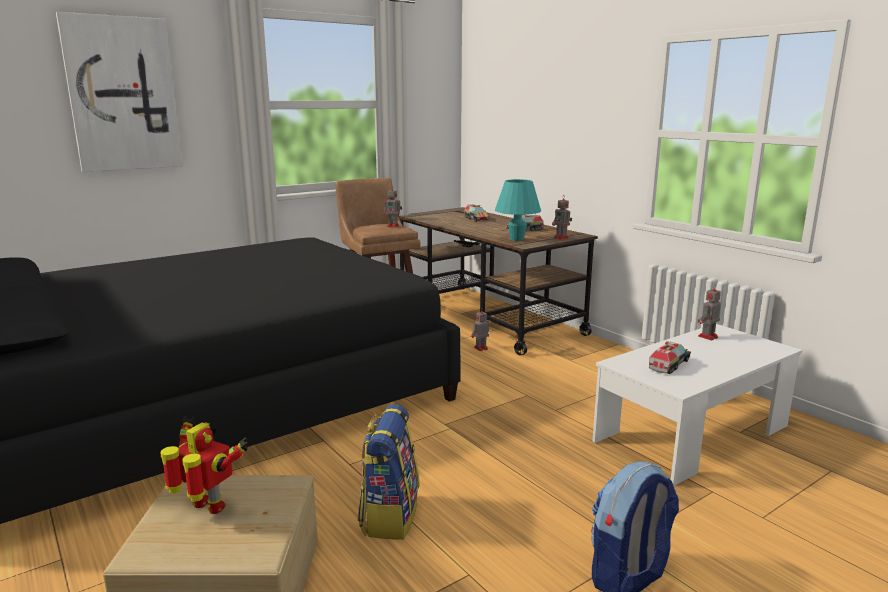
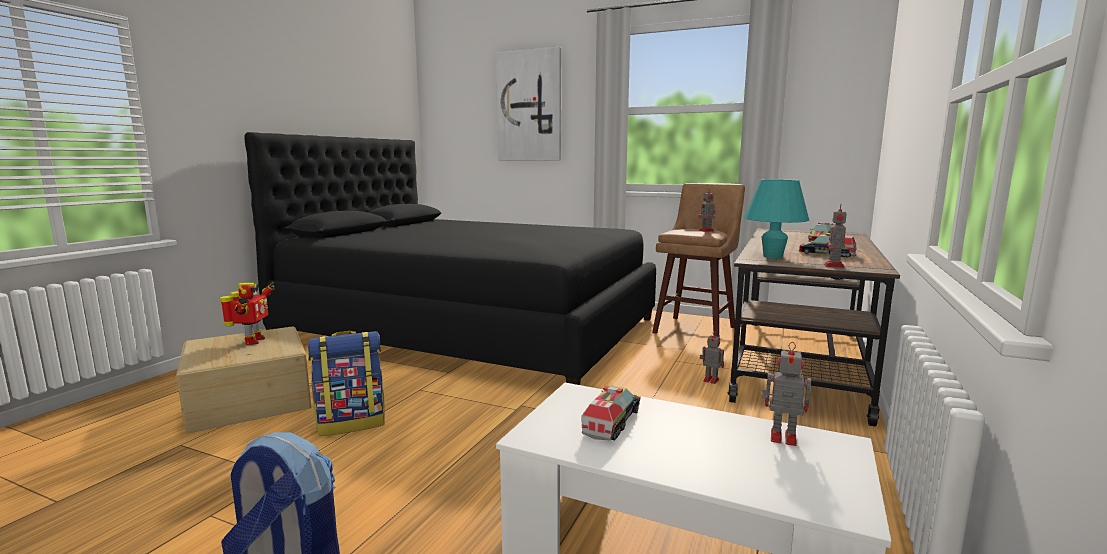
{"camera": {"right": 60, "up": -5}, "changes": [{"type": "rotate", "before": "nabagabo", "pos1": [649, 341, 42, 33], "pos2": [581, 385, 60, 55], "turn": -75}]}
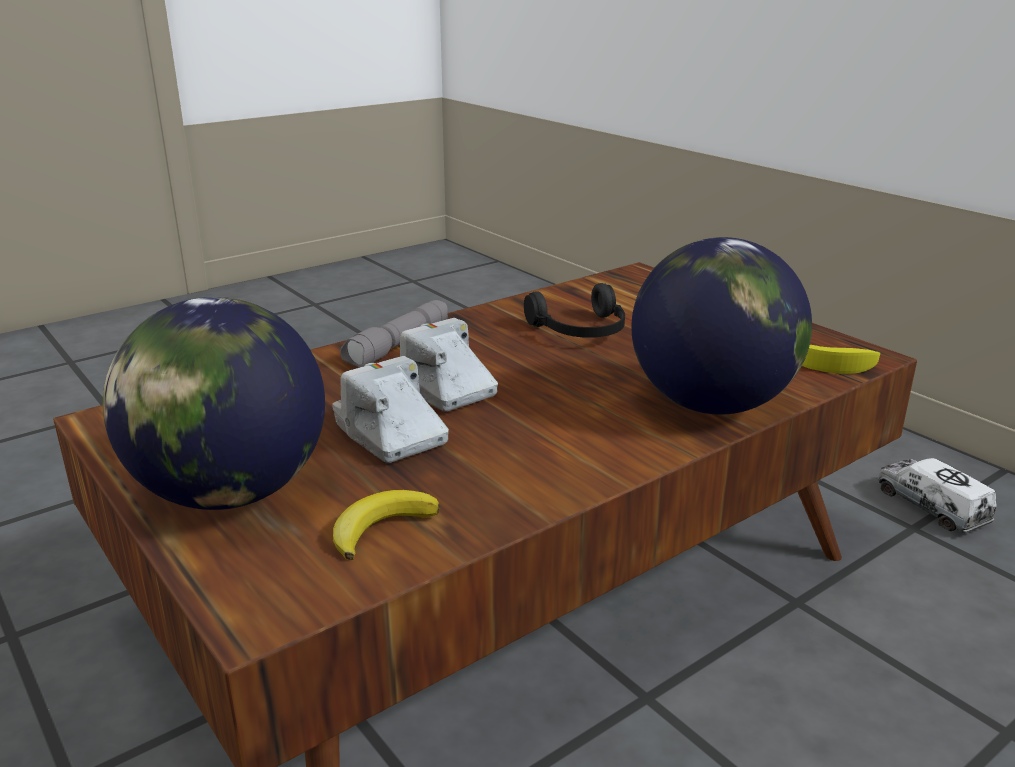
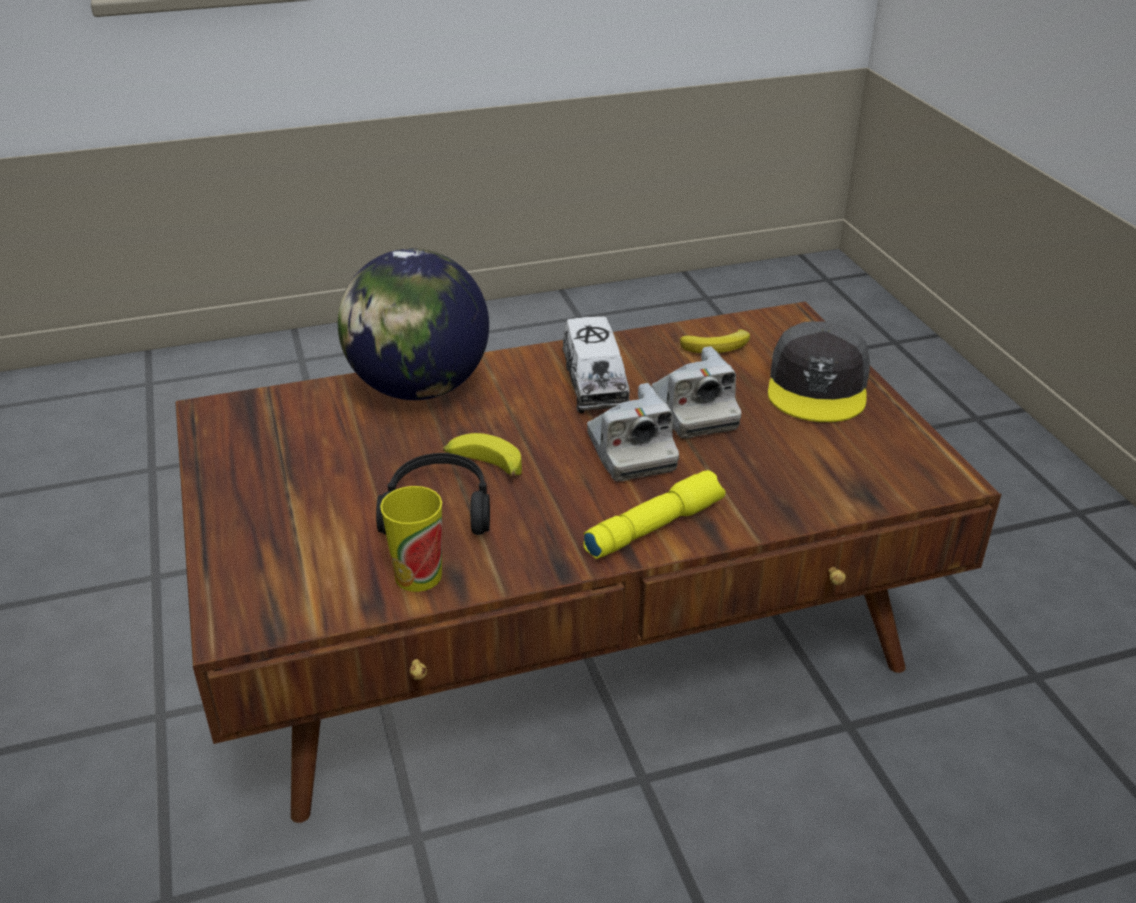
{"camera": {"right": -160, "up": 10}, "changes": [{"type": "replace", "before": "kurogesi", "after": "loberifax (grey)", "pos1": [103, 297, 222, 213], "pos2": [768, 321, 102, 101]}, {"type": "recolor", "before": "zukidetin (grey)", "after": "zukidetin (yellow)", "pos1": [340, 300, 108, 67], "pos2": [583, 470, 143, 89]}, {"type": "move", "before": "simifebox", "pos1": [802, 345, 78, 29], "pos2": [443, 433, 79, 44]}, {"type": "move", "before": "nabagabo", "pos1": [878, 458, 119, 75], "pos2": [562, 317, 68, 96]}, {"type": "insert", "after": "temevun", "pos2": [380, 486, 62, 106]}]}
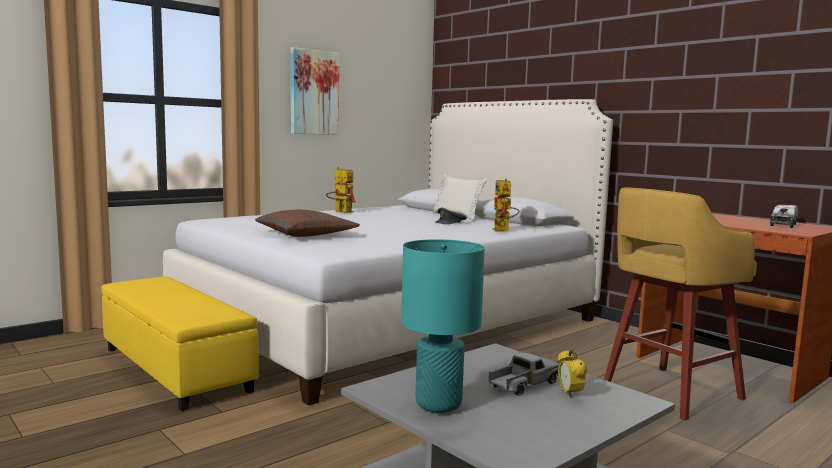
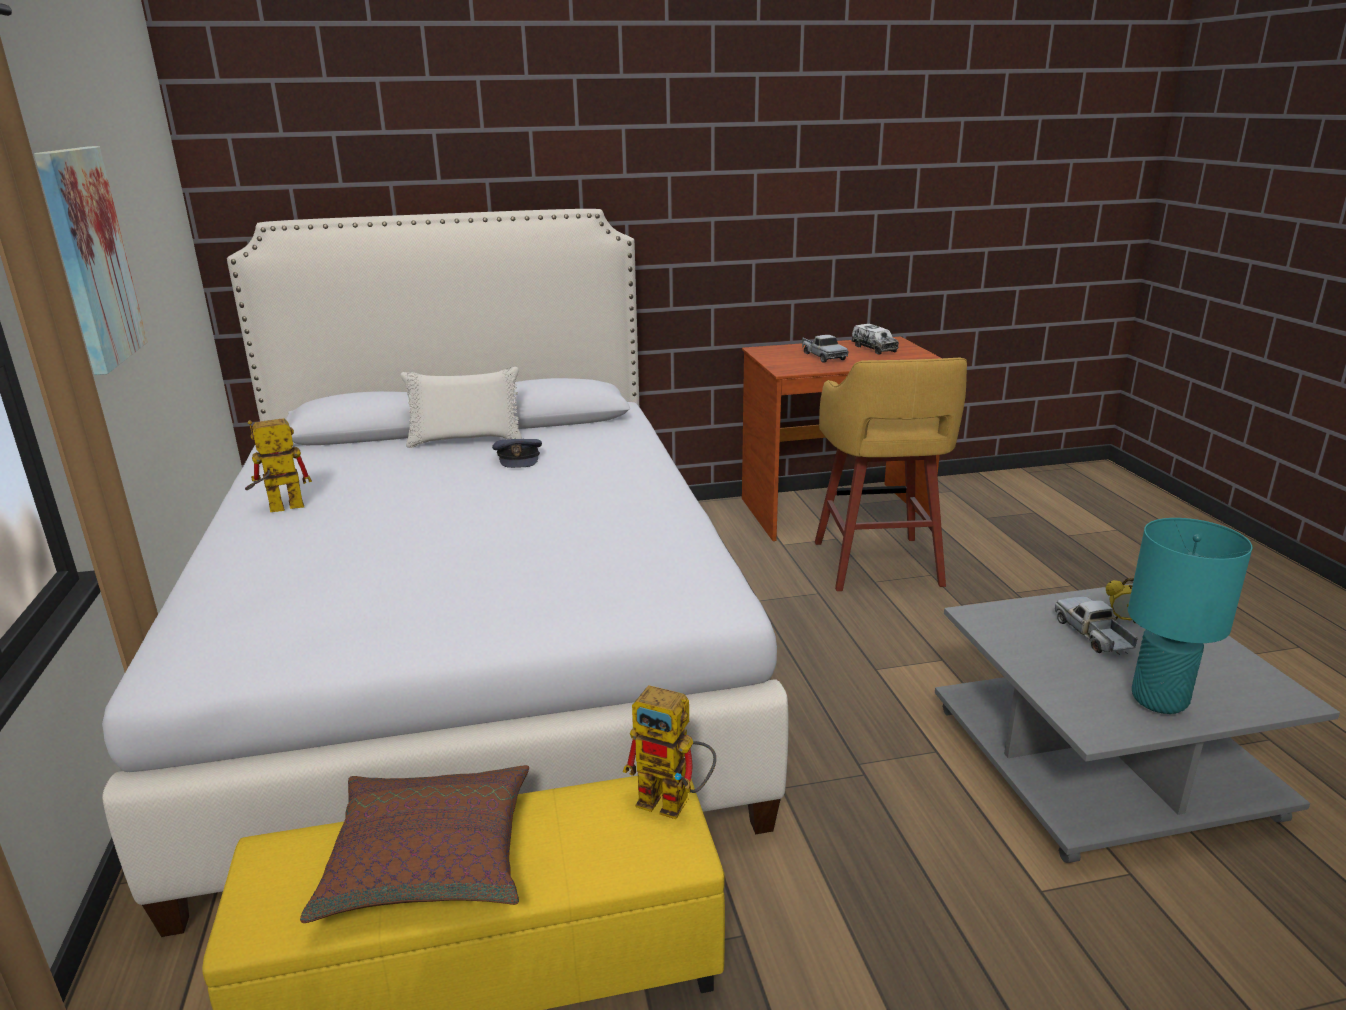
{"camera": {"right": -60, "up": 15}, "changes": [{"type": "move", "before": "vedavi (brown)", "pos1": [255, 210, 105, 27], "pos2": [300, 765, 229, 158]}, {"type": "move", "before": "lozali", "pos1": [492, 178, 27, 54], "pos2": [623, 685, 93, 134]}, {"type": "insert", "after": "nabagabo", "pos2": [802, 335, 47, 28]}]}
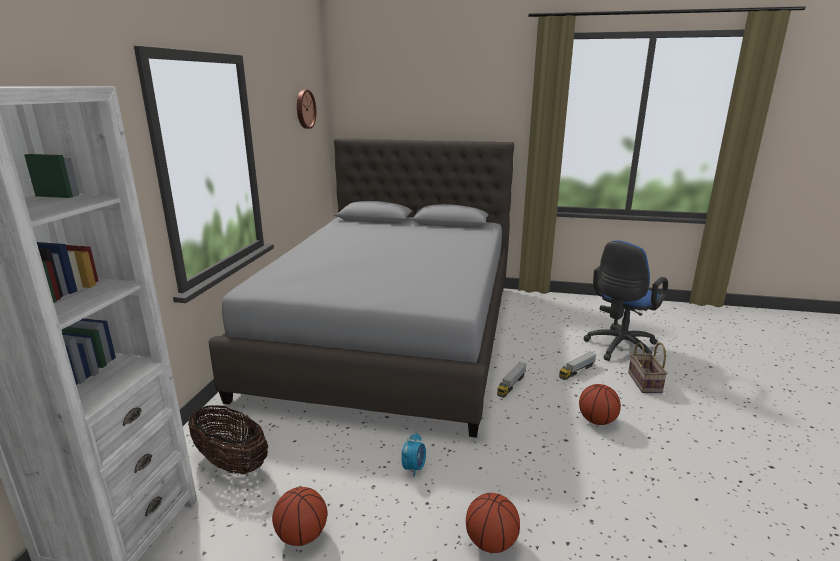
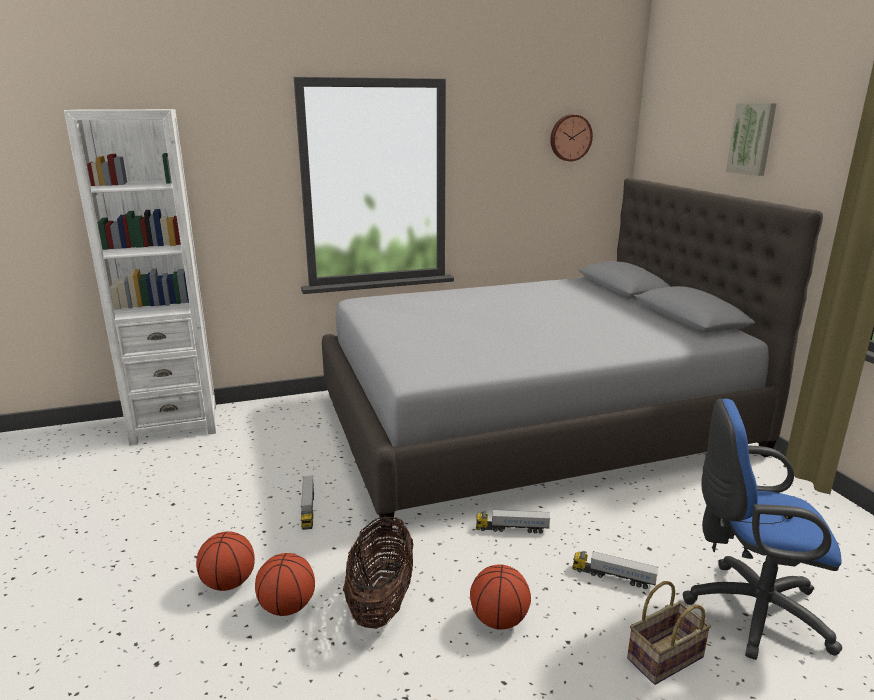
{"camera": {"right": 60, "up": 0}, "changes": [{"type": "move", "before": "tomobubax", "pos1": [188, 405, 80, 70], "pos2": [343, 516, 70, 113]}, {"type": "move", "before": "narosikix", "pos1": [272, 487, 56, 59], "pos2": [255, 553, 60, 63]}, {"type": "replace", "before": "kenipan", "after": "nabagabo", "pos1": [401, 433, 25, 44], "pos2": [301, 475, 13, 55]}, {"type": "insert", "after": "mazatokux", "pos2": [726, 103, 51, 73]}]}
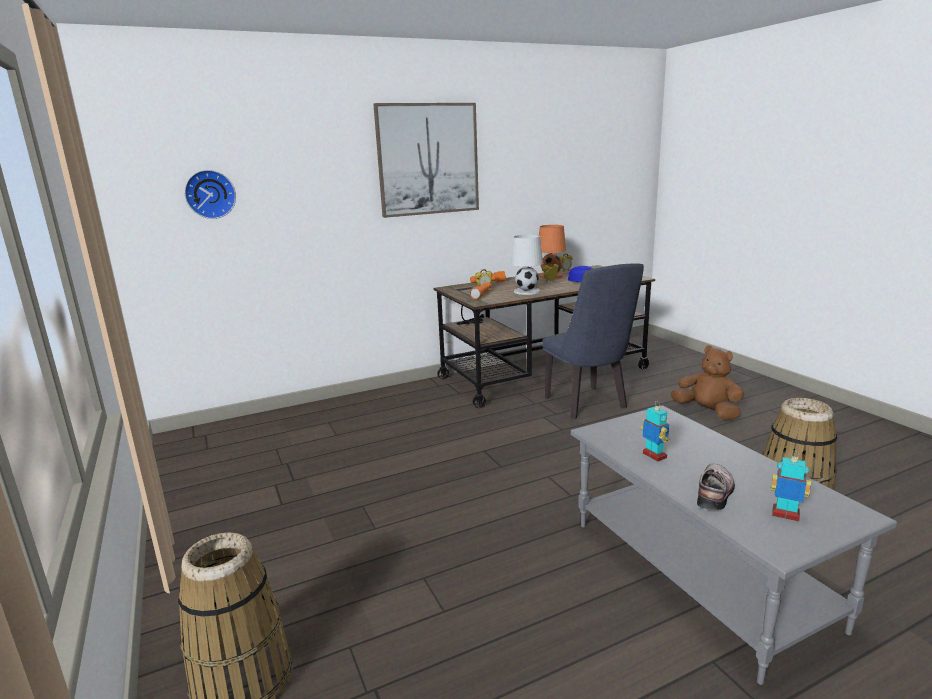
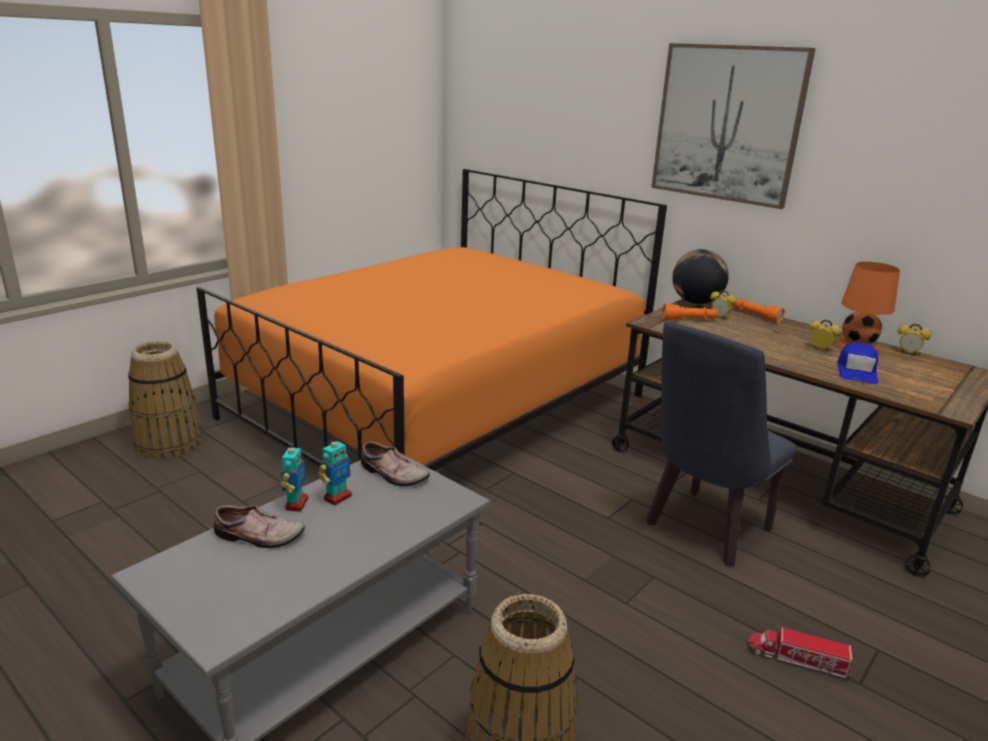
{"camera": {"right": 65, "up": 5}, "changes": [{"type": "delete", "before": "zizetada", "pos1": [184, 170, 52, 49]}, {"type": "delete", "before": "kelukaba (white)", "pos1": [511, 235, 32, 60]}, {"type": "replace", "before": "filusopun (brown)", "after": "nabagabo", "pos1": [671, 345, 73, 75], "pos2": [749, 626, 104, 52]}, {"type": "move", "before": "lozali", "pos1": [770, 451, 41, 71], "pos2": [280, 442, 28, 70]}, {"type": "insert", "after": "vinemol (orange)", "pos2": [197, 169, 470, 302]}, {"type": "insert", "after": "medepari", "pos2": [361, 442, 69, 44]}, {"type": "insert", "after": "kurogesi", "pos2": [672, 249, 57, 55]}]}
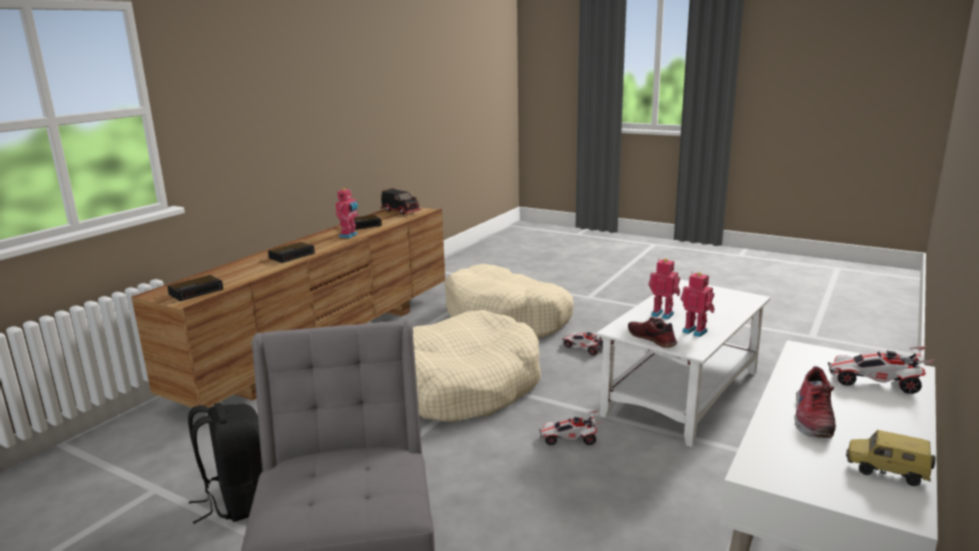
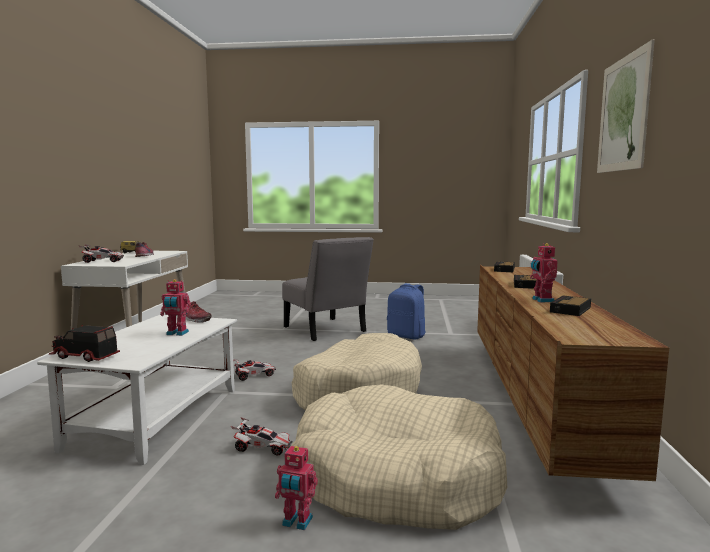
{"camera": {"right": 155, "up": -10}, "changes": [{"type": "recolor", "before": "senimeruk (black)", "after": "senimeruk (blue)", "pos1": [188, 403, 75, 121], "pos2": [387, 283, 39, 56]}, {"type": "move", "before": "nabagabo", "pos1": [380, 188, 42, 27], "pos2": [49, 325, 71, 37]}, {"type": "move", "before": "lozali", "pos1": [680, 272, 35, 65], "pos2": [275, 446, 43, 84]}, {"type": "insert", "after": "mazatokux", "pos2": [597, 40, 58, 133]}]}
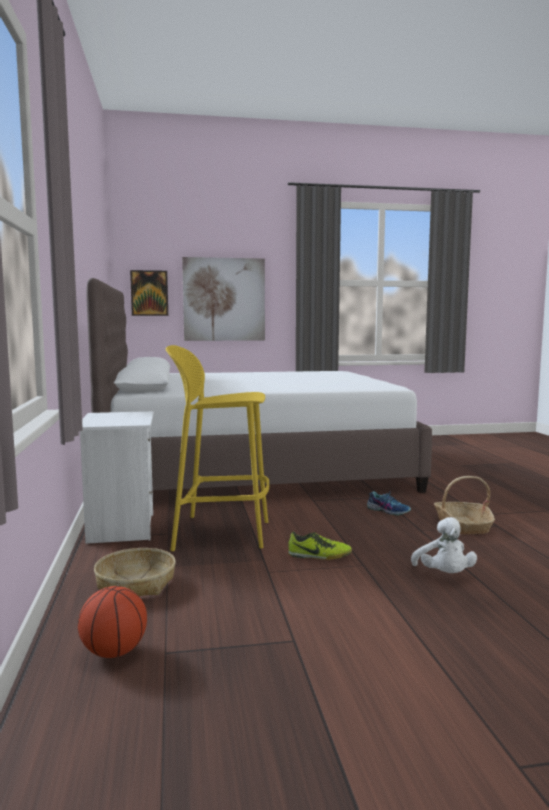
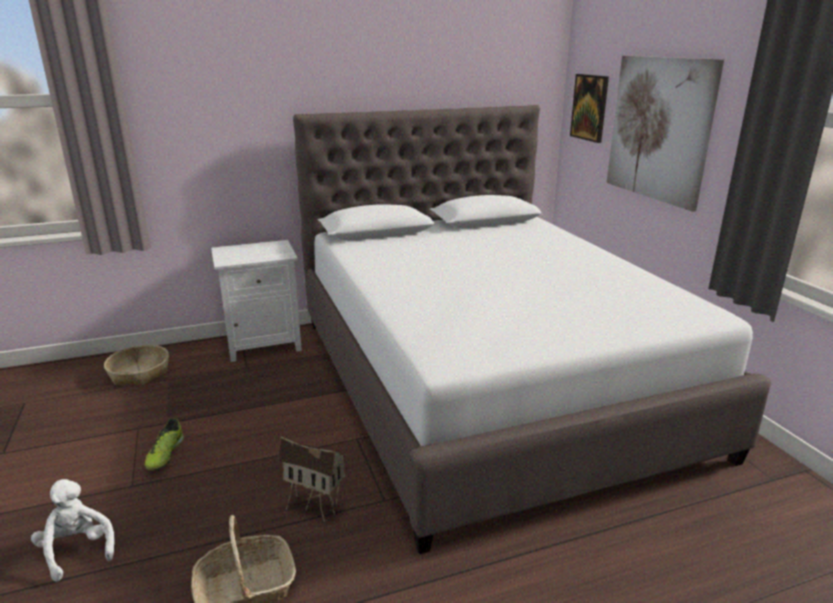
{"camera": {"right": 80, "up": 15}, "changes": [{"type": "delete", "before": "narosikix", "pos1": [78, 586, 69, 72]}, {"type": "delete", "before": "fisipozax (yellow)", "pos1": [166, 345, 103, 206]}, {"type": "replace", "before": "medepari", "after": "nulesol", "pos1": [367, 490, 44, 26], "pos2": [278, 437, 68, 85]}, {"type": "rotate", "before": "filusopun (white)", "pos1": [411, 517, 66, 56], "pos2": [31, 479, 84, 103], "turn": 75}]}
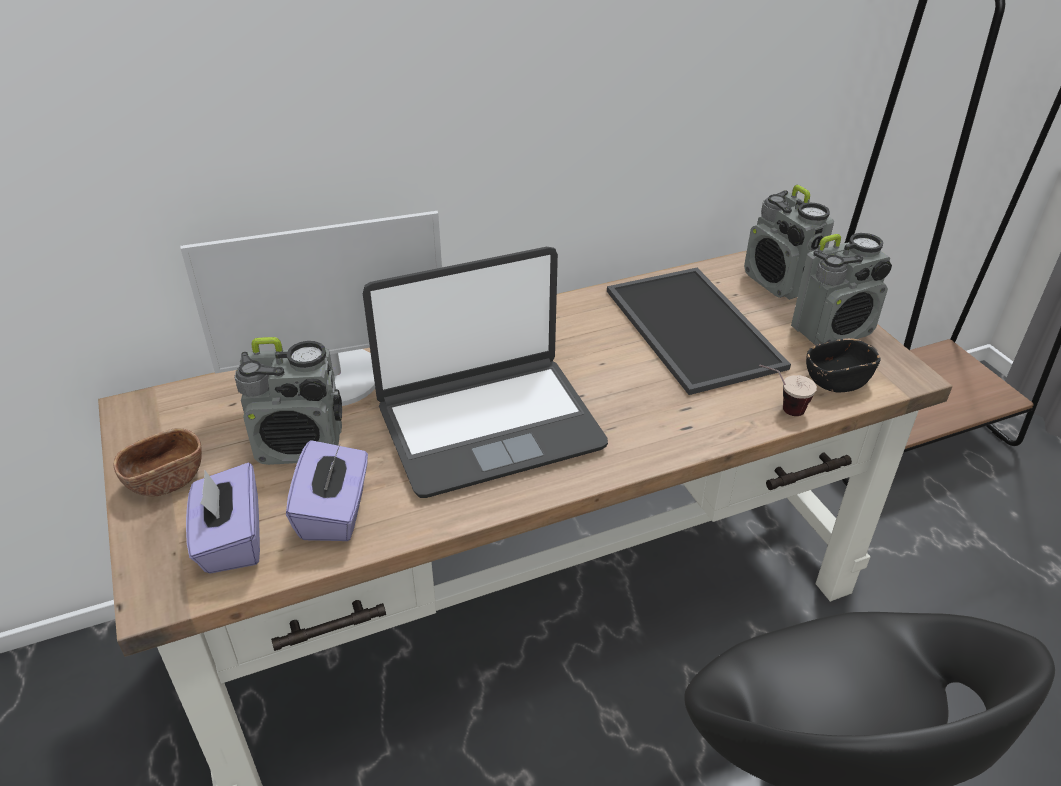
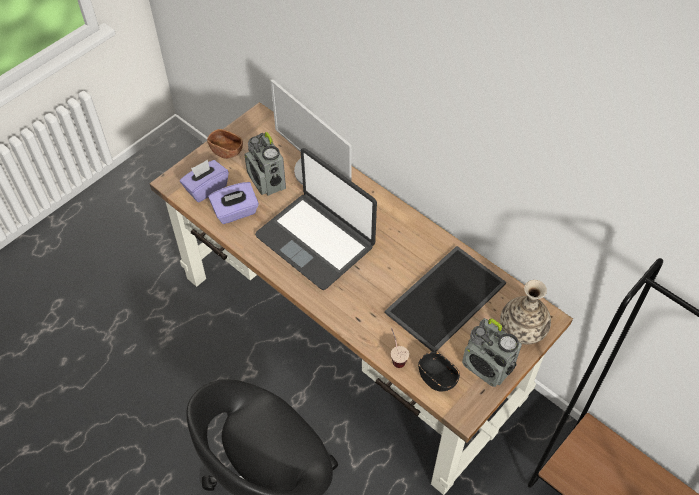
{"camera": {"right": 65, "up": 15}, "changes": [{"type": "replace", "before": "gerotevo", "after": "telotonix", "pos1": [744, 185, 90, 115], "pos2": [500, 280, 51, 65]}]}
